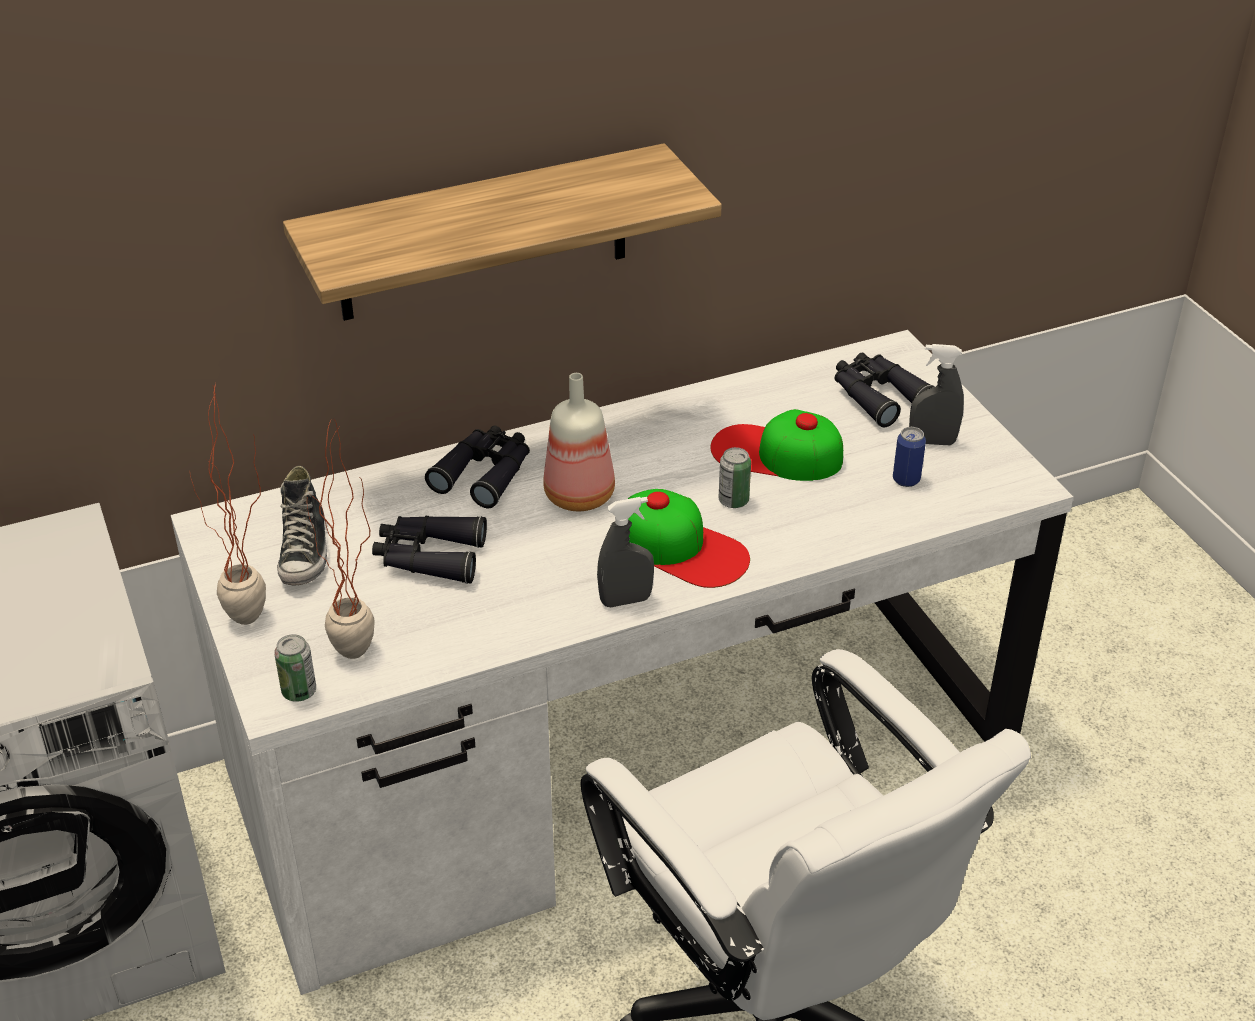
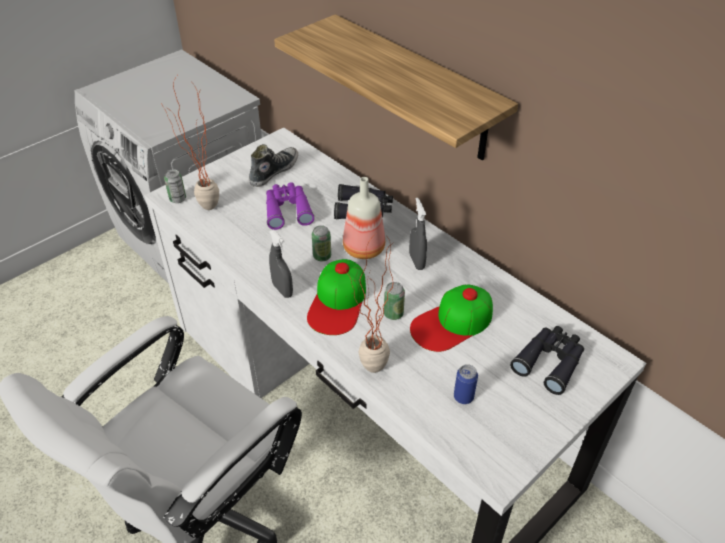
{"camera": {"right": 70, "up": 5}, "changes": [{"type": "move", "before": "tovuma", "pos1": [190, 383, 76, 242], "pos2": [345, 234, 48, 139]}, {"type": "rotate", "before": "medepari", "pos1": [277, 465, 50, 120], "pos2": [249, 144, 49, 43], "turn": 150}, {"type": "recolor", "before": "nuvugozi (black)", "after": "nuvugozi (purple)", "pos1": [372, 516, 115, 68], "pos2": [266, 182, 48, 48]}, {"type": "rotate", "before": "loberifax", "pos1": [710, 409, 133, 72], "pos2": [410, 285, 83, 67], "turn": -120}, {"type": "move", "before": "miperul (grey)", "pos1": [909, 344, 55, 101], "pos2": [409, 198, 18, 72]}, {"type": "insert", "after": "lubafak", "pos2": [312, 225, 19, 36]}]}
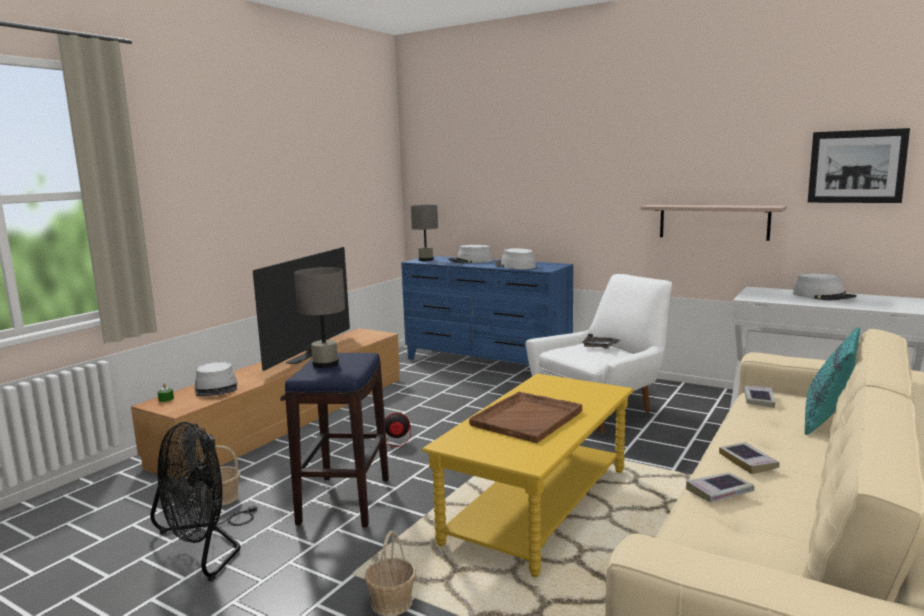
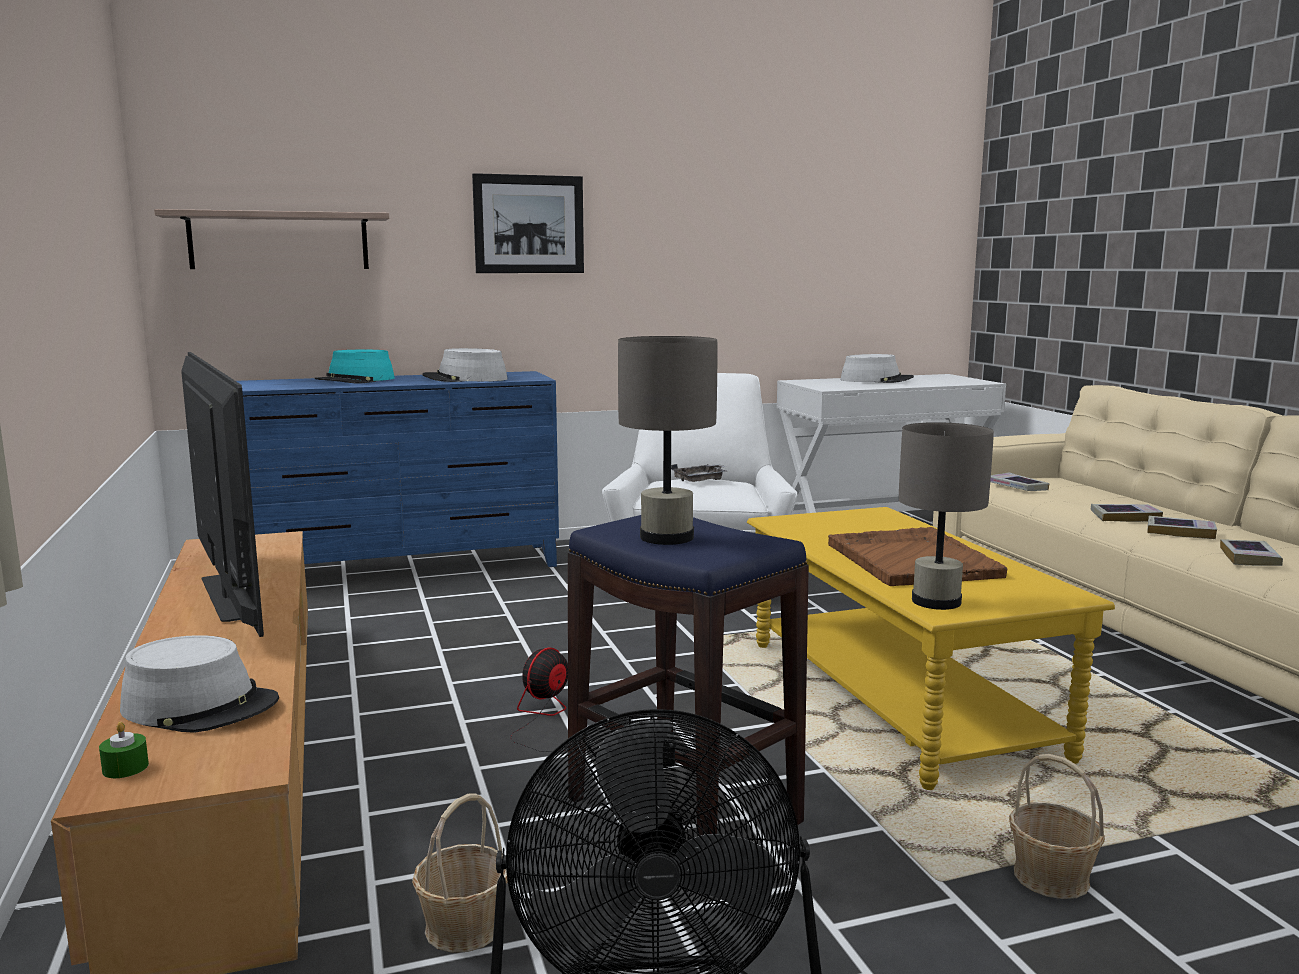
{"camera": {"right": -50, "up": 0}, "changes": [{"type": "move", "before": "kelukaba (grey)", "pos1": [411, 205, 27, 56], "pos2": [899, 422, 95, 188]}, {"type": "recolor", "before": "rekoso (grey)", "after": "rekoso (turquoise)", "pos1": [448, 245, 45, 19], "pos2": [314, 350, 81, 33]}, {"type": "move", "before": "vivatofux", "pos1": [641, 205, 146, 36], "pos2": [154, 209, 235, 60]}, {"type": "delete", "before": "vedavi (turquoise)", "pos1": [805, 327, 55, 108]}, {"type": "move", "before": "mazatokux", "pos1": [808, 128, 102, 75], "pos2": [472, 173, 112, 100]}, {"type": "insert", "after": "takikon", "pos2": [1090, 504, 73, 18]}]}
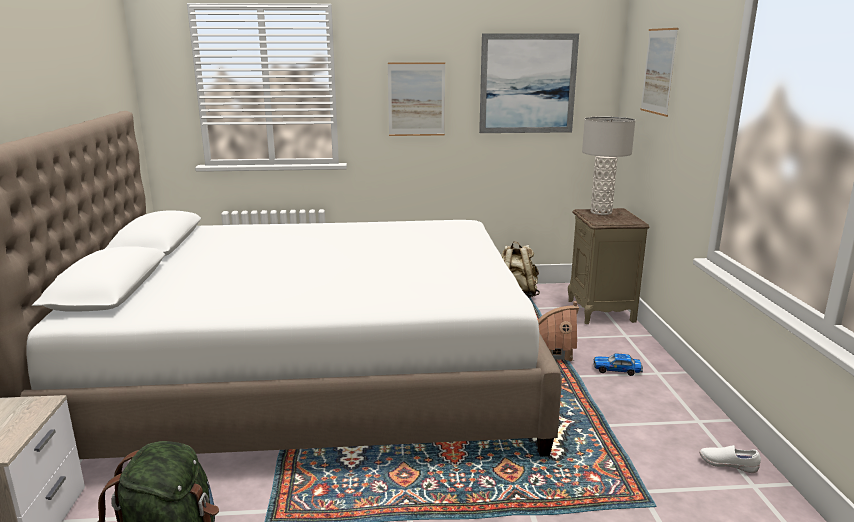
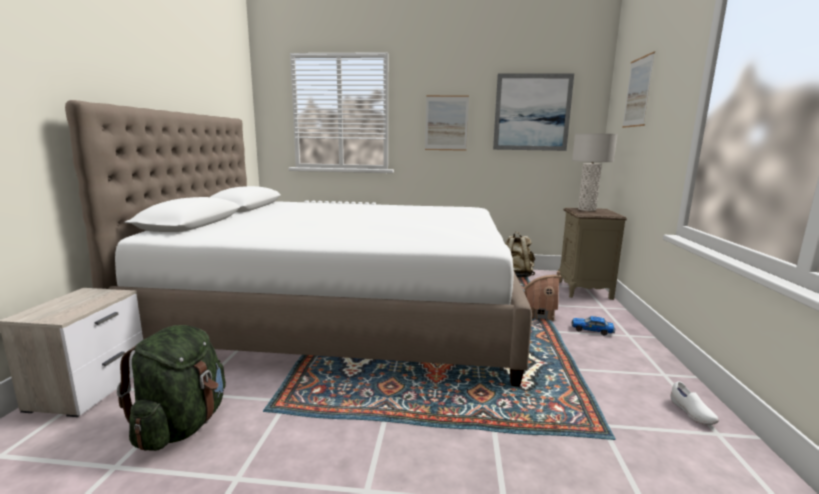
{"camera": {"right": 10, "up": -5}, "changes": [{"type": "rotate", "before": "medepari (white)", "pos1": [699, 445, 62, 28], "pos2": [671, 381, 48, 44], "turn": -135}]}
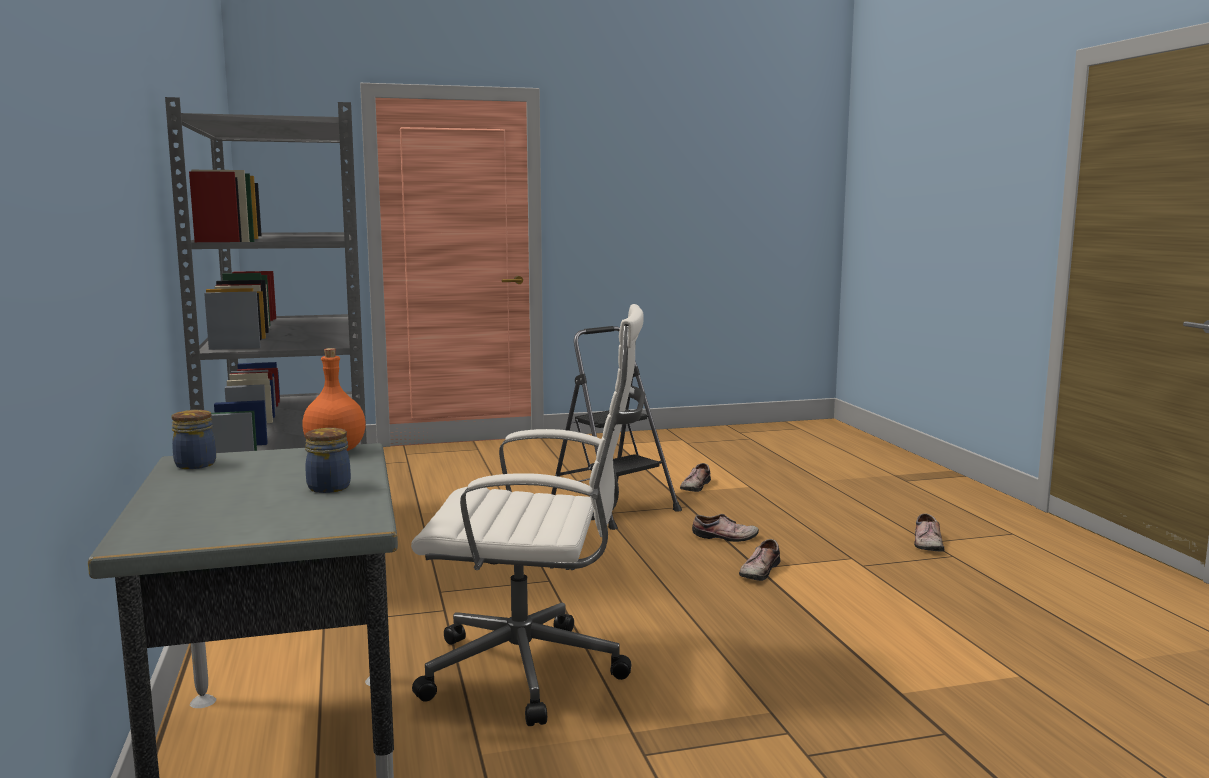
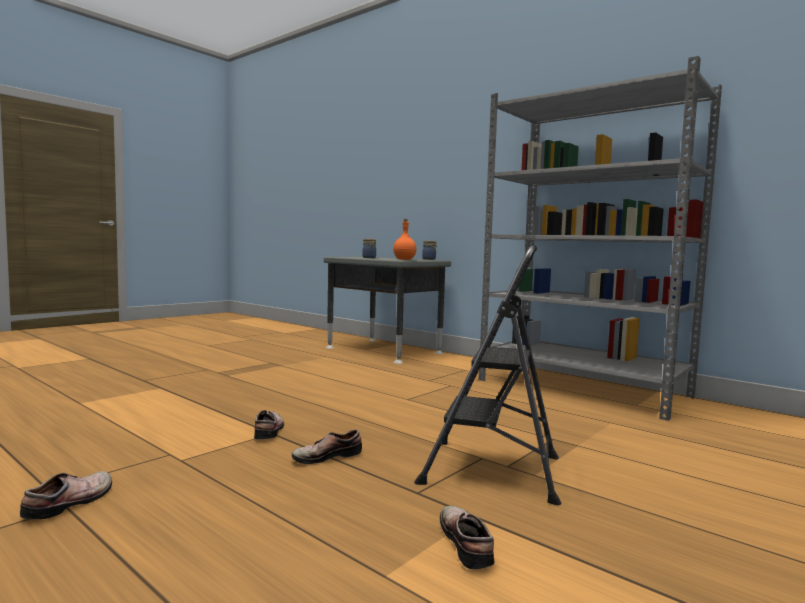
{"camera": {"right": 145, "up": -5}, "changes": [{"type": "delete", "before": "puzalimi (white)", "pos1": [411, 304, 234, 422]}, {"type": "rotate", "before": "medepari", "pos1": [914, 513, 30, 38], "pos2": [20, 471, 92, 48], "turn": 45}]}
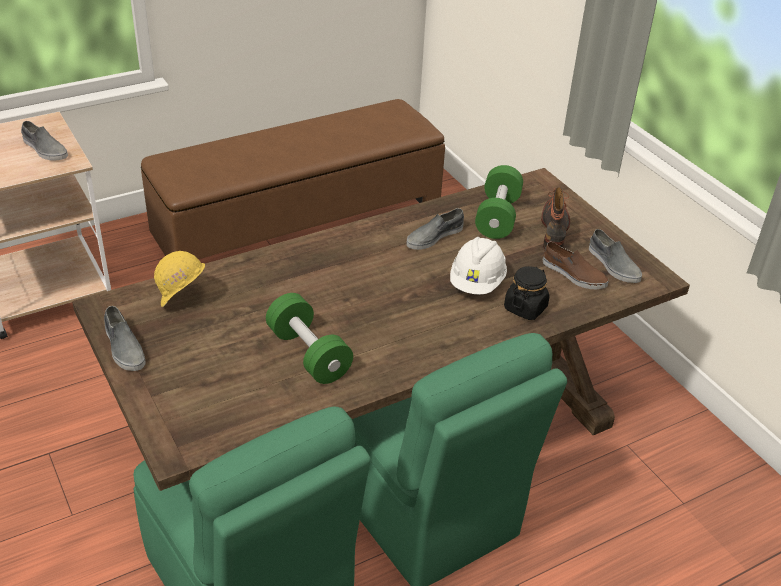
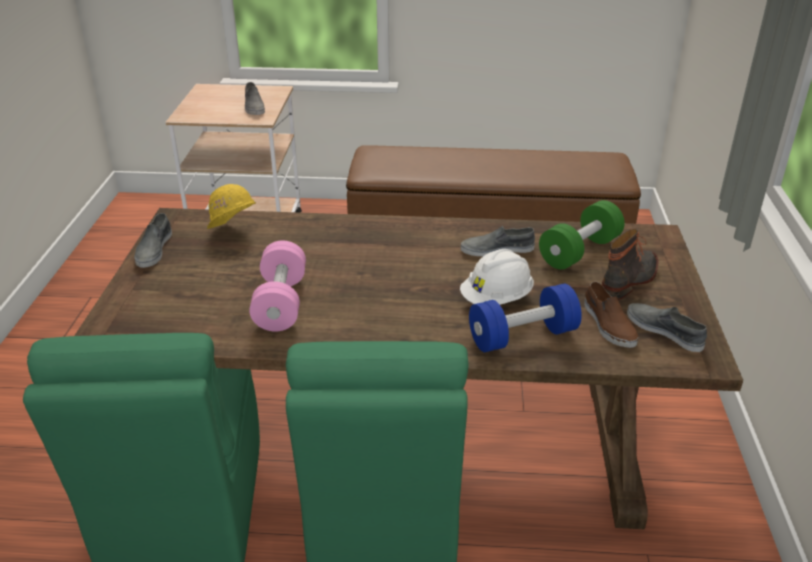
{"camera": {"right": 35, "up": -5}, "changes": [{"type": "recolor", "before": "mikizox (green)", "after": "mikizox (pink)", "pos1": [266, 293, 87, 91], "pos2": [249, 241, 57, 90]}, {"type": "replace", "before": "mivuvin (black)", "after": "mikizox (blue)", "pos1": [504, 266, 46, 54], "pos2": [469, 284, 113, 68]}, {"type": "rotate", "before": "medepari (grey)", "pos1": [589, 229, 53, 54], "pos2": [627, 303, 80, 49], "turn": 135}]}
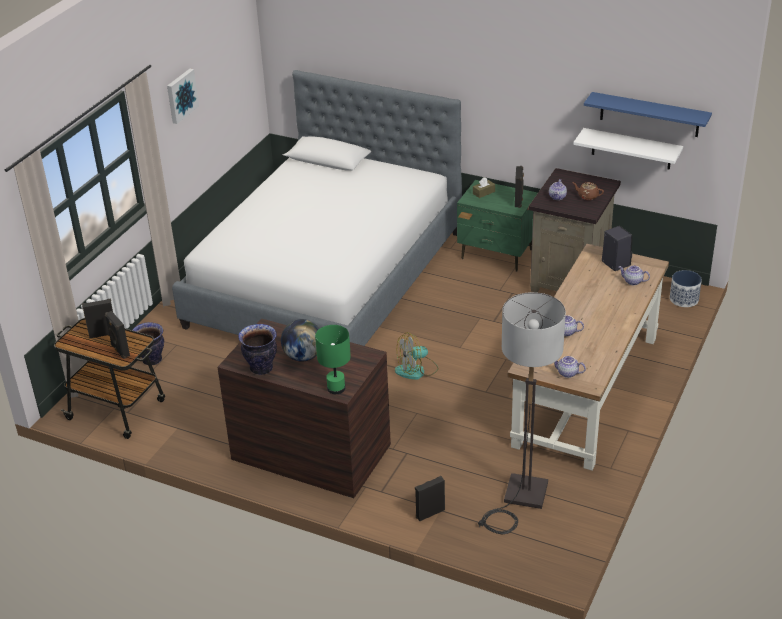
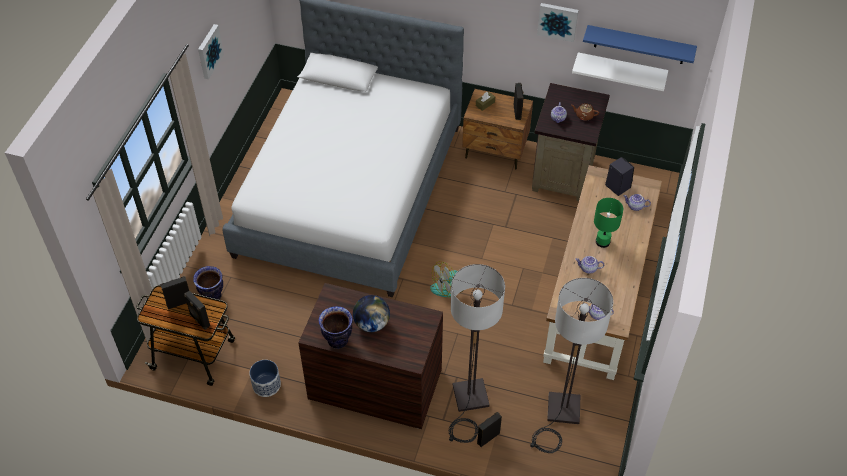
{"camera": {"right": -10, "up": 15}, "changes": [{"type": "move", "before": "kelukaba (green)", "pos1": [315, 325, 36, 69], "pos2": [594, 198, 29, 50]}, {"type": "recolor", "before": "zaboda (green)", "after": "zaboda (brown)", "pos1": [457, 180, 81, 92], "pos2": [462, 89, 71, 80]}, {"type": "move", "before": "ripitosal", "pos1": [670, 270, 32, 37], "pos2": [249, 360, 32, 37]}, {"type": "insert", "after": "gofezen", "pos2": [449, 264, 56, 179]}, {"type": "insert", "after": "mazatokux", "pos2": [537, 3, 42, 39]}]}
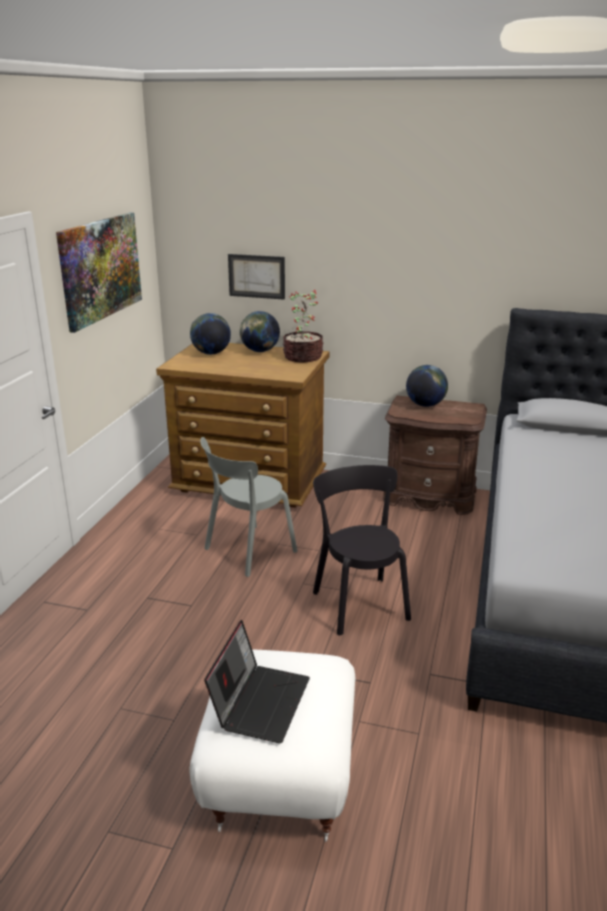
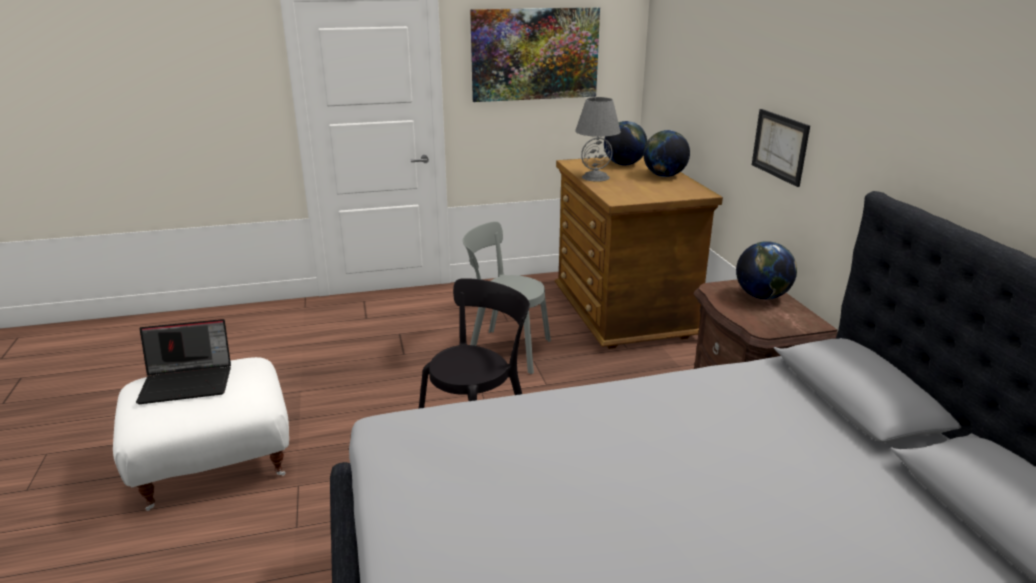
{"camera": {"right": 60, "up": 0}, "changes": [{"type": "move", "before": "mazatokux", "pos1": [228, 254, 57, 46], "pos2": [752, 109, 58, 78]}, {"type": "delete", "before": "tovuma", "pos1": [283, 290, 40, 73]}, {"type": "insert", "after": "kelukaba (grey)", "pos2": [575, 97, 46, 85]}]}
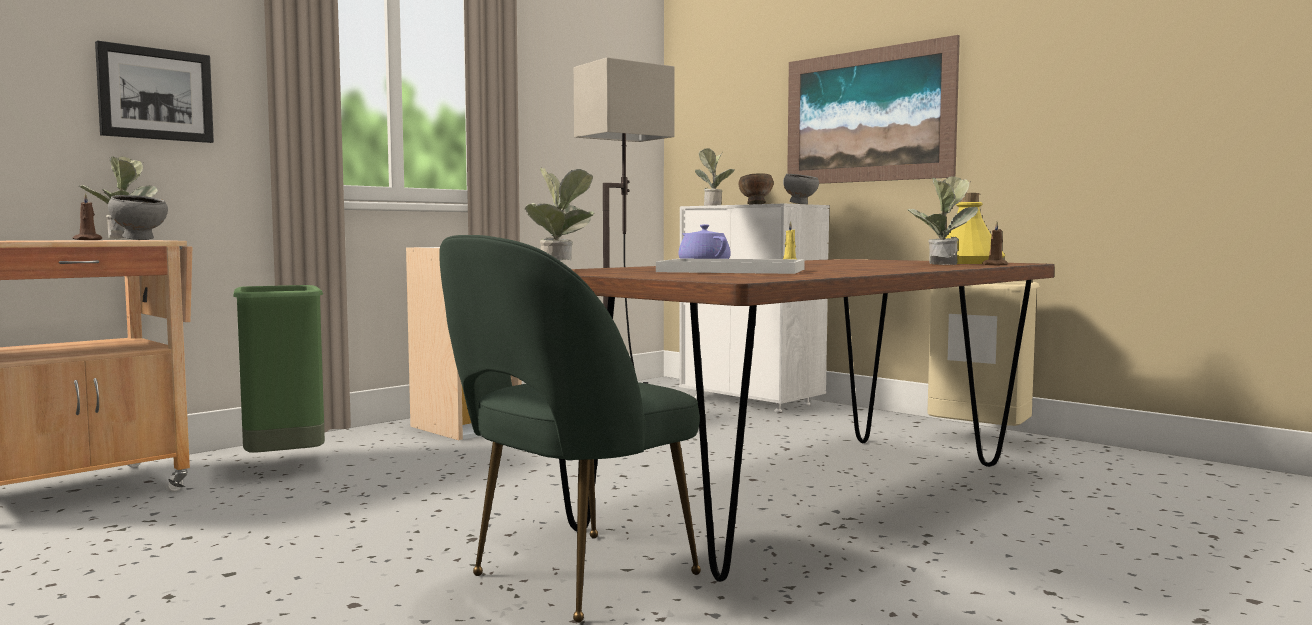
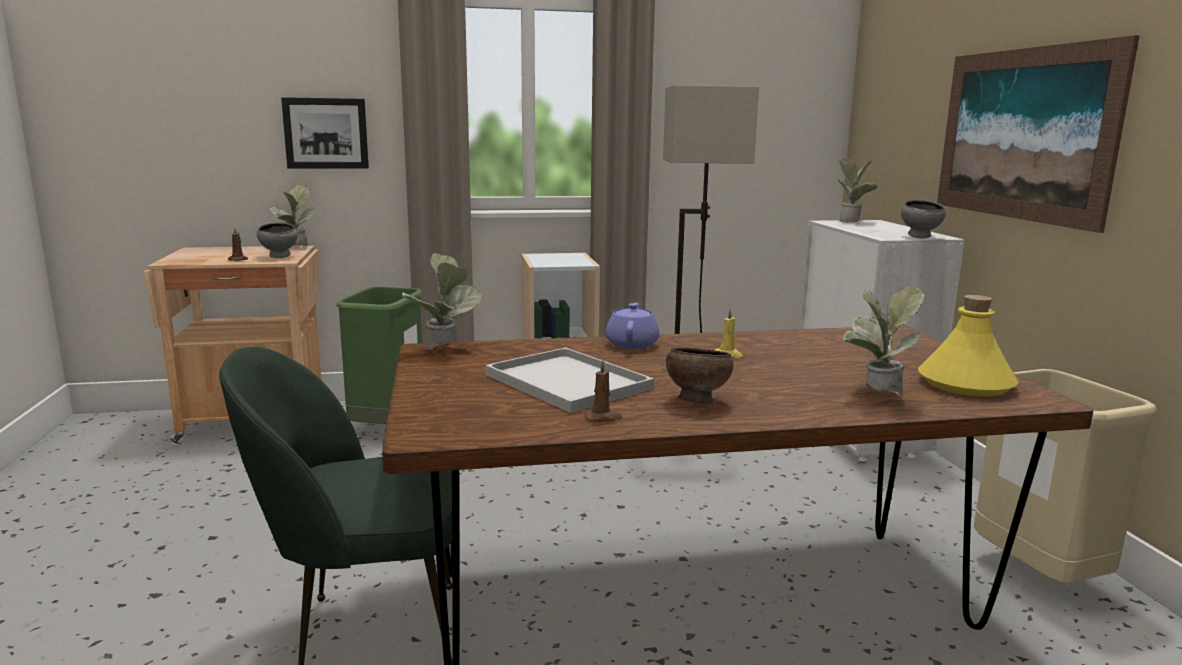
{"camera": {"right": 35, "up": 10}, "changes": [{"type": "move", "before": "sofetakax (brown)", "pos1": [738, 173, 36, 31], "pos2": [666, 347, 67, 57]}, {"type": "move", "before": "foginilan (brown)", "pos1": [982, 222, 26, 43], "pos2": [585, 360, 37, 62]}]}
